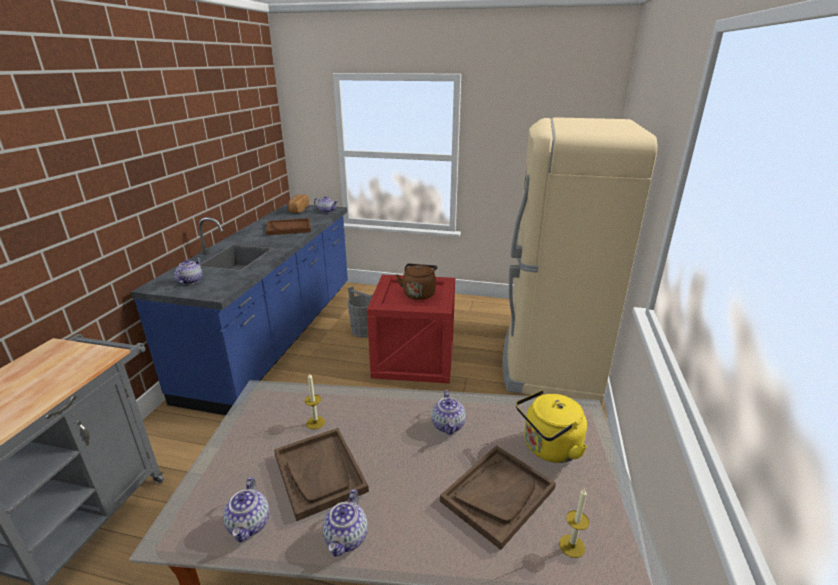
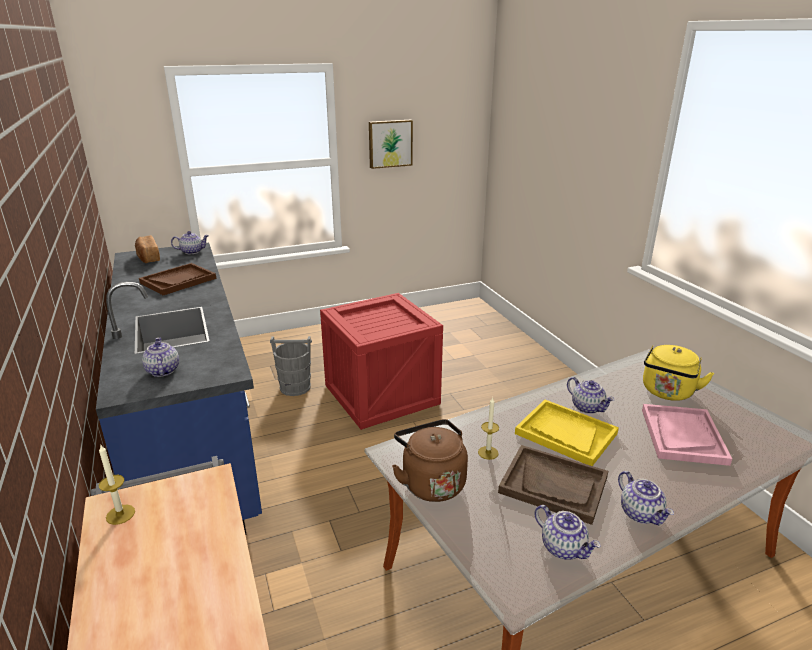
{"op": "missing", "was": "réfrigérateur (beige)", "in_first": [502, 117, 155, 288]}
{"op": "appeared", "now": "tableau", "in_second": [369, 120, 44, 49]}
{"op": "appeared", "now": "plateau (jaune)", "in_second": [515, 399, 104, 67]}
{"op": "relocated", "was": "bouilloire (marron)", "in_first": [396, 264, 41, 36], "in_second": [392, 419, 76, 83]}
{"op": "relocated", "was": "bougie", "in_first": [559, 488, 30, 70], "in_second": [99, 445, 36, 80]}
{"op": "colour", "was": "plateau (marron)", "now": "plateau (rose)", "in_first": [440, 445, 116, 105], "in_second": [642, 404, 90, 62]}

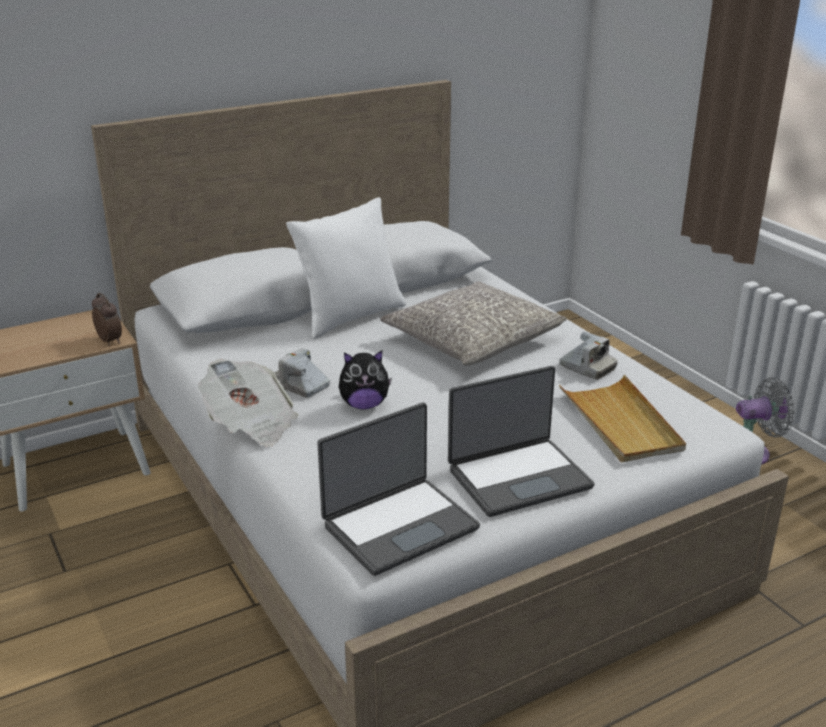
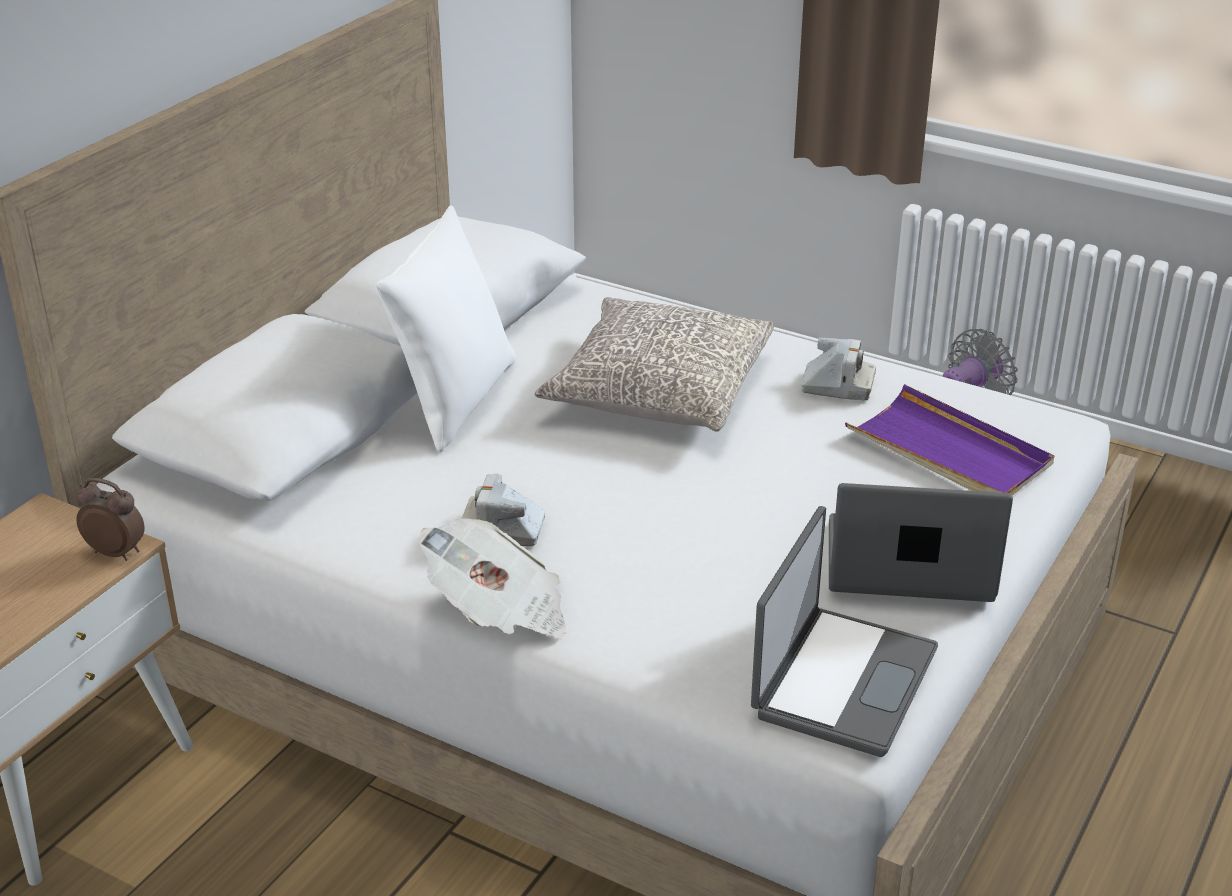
{"op": "missing", "was": "peluche", "in_first": [339, 350, 53, 60]}
{"op": "colour", "was": "plateau (beige)", "now": "plateau (violet)", "in_first": [559, 375, 127, 87], "in_second": [845, 384, 209, 111]}
{"op": "spun", "was": "ordinateur portable", "in_first": [448, 366, 146, 151], "in_second": [829, 483, 184, 119], "clockwise": -120}

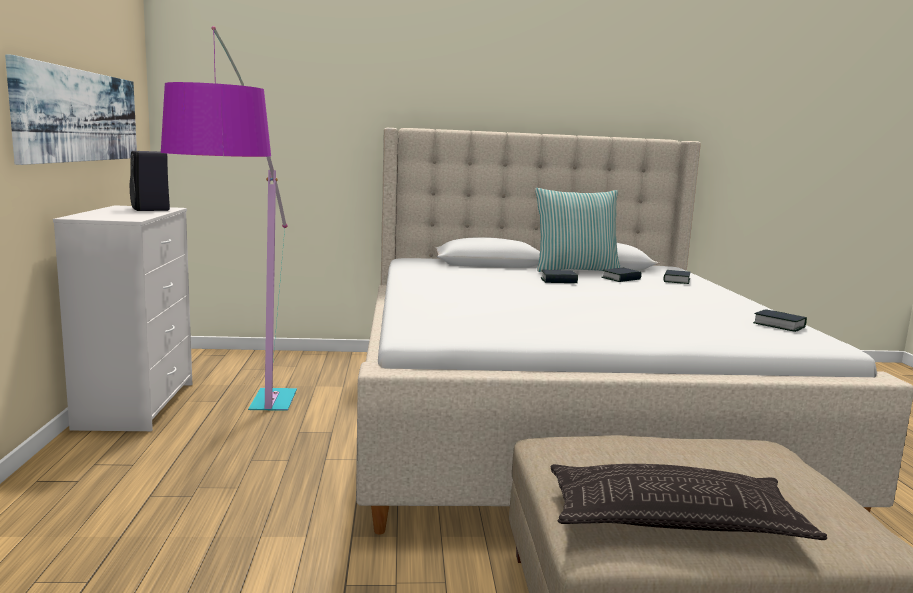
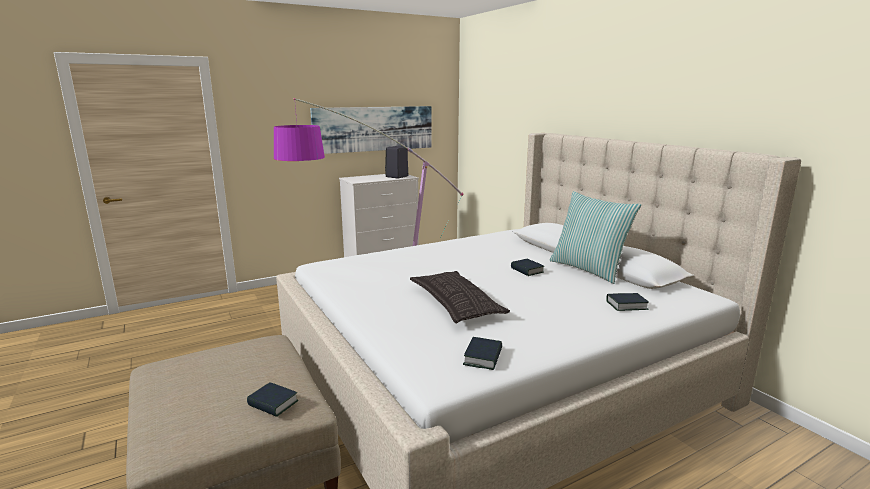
{"op": "relocated", "was": "coussin", "in_first": [550, 464, 277, 76], "in_second": [410, 271, 100, 52]}
{"op": "relocated", "was": "livre", "in_first": [601, 268, 40, 14], "in_second": [247, 382, 51, 35]}

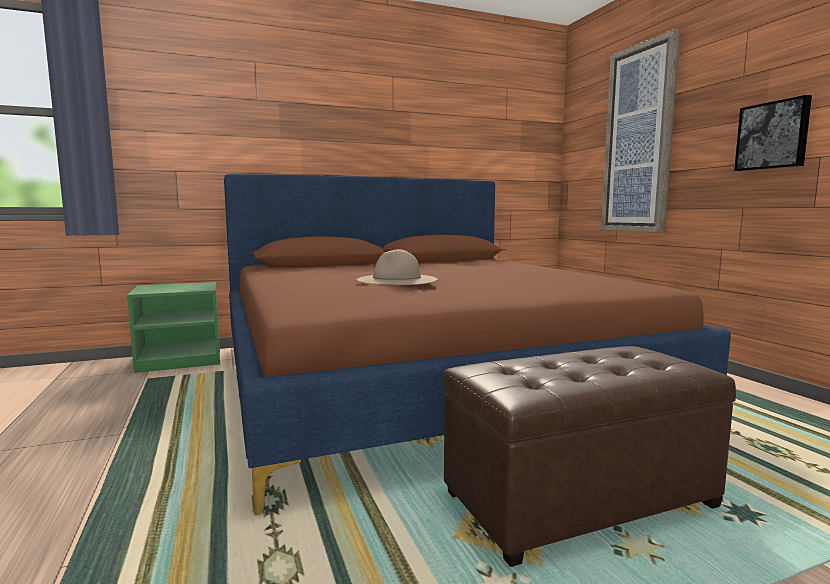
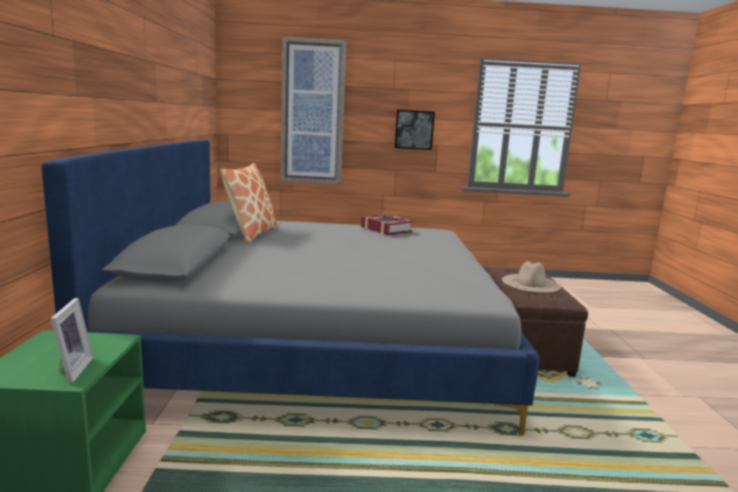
{"op": "appeared", "now": "cadre photo", "in_second": [50, 298, 44, 86]}
{"op": "appeared", "now": "coussin", "in_second": [220, 163, 58, 81]}
{"op": "appeared", "now": "livre", "in_second": [361, 214, 52, 21]}
{"op": "relocated", "was": "chapeau (beige)", "in_first": [356, 249, 81, 36], "in_second": [502, 261, 59, 32]}
{"op": "colour", "was": "lit (marron)", "now": "lit (gris)", "in_first": [224, 174, 507, 341], "in_second": [41, 140, 499, 296]}

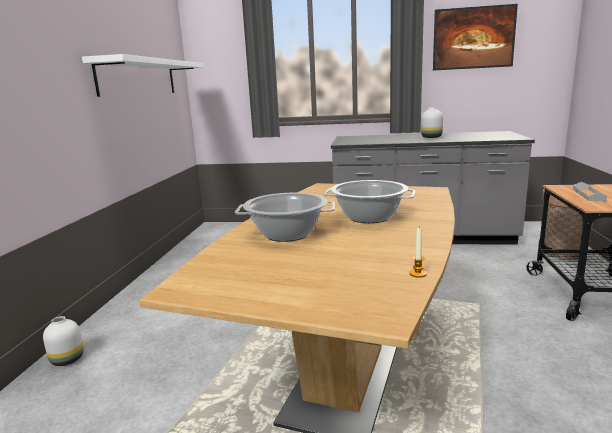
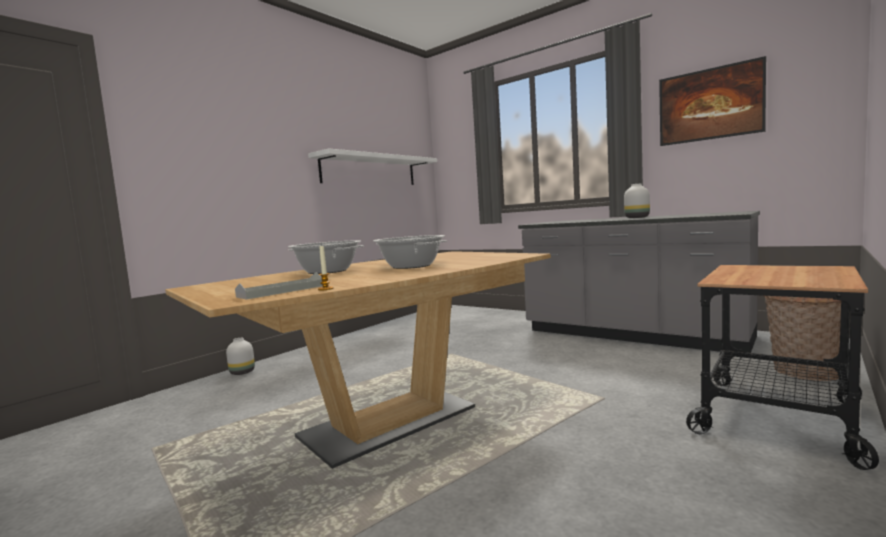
{"op": "relocated", "was": "plateau (gris)", "in_first": [573, 182, 34, 19], "in_second": [235, 272, 87, 28]}

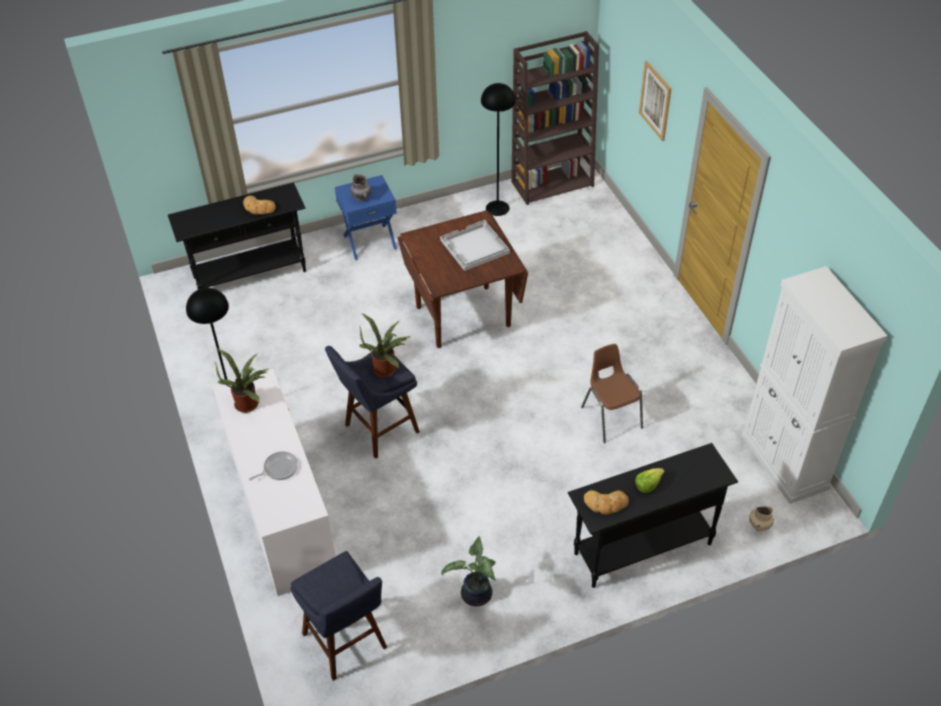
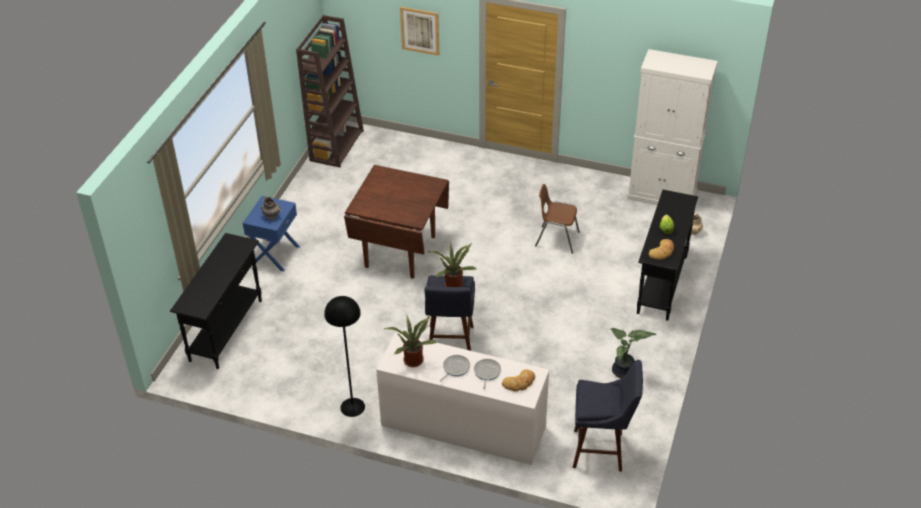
{"op": "missing", "was": "plateau (blanc)", "in_first": [440, 220, 70, 51]}
{"op": "missing", "was": "lampadaire (noir)", "in_first": [481, 83, 35, 133]}
{"op": "appeared", "now": "poêle", "in_second": [440, 355, 30, 27]}
{"op": "relocated", "was": "pain", "in_first": [243, 196, 33, 18], "in_second": [502, 369, 33, 23]}

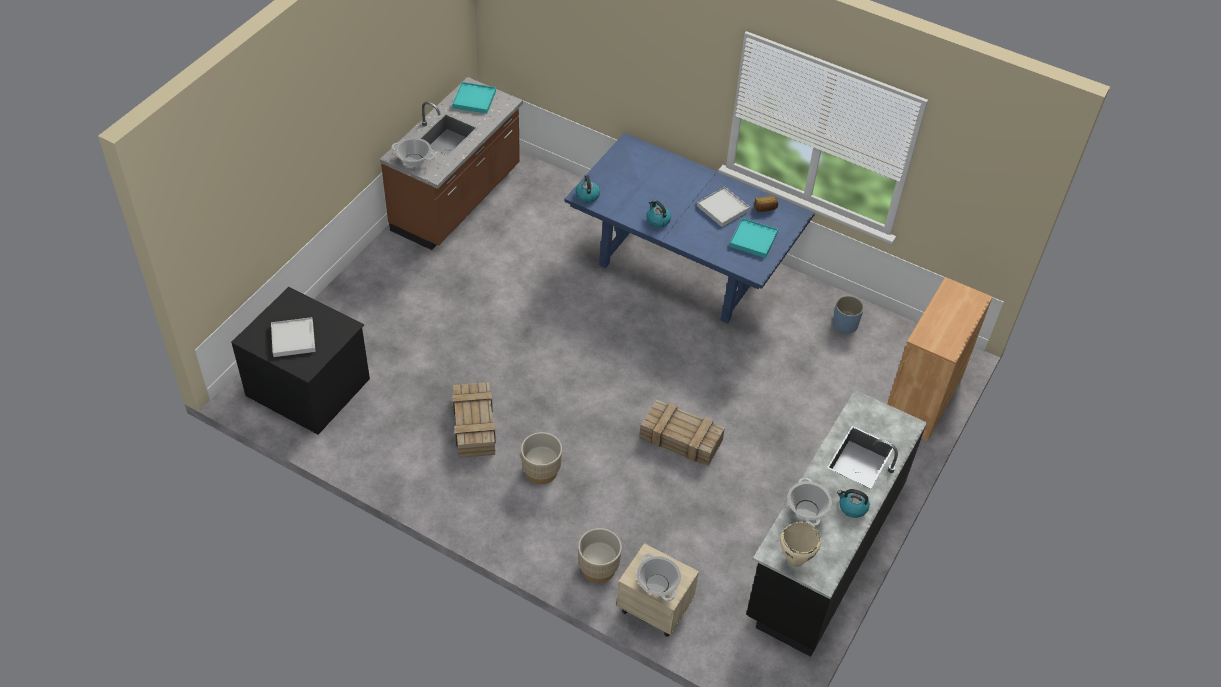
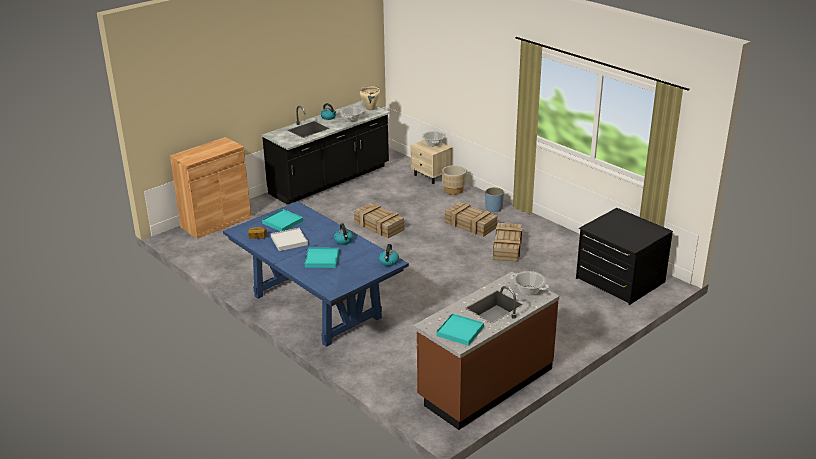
{"op": "missing", "was": "plateau (blanc)", "in_first": [271, 317, 45, 40]}
{"op": "appeared", "now": "plateau (turquoise)", "in_second": [305, 248, 34, 20]}
{"op": "relocated", "was": "cache-pot (bleu)", "in_first": [833, 296, 31, 38], "in_second": [485, 187, 19, 25]}
{"op": "exchanged", "was": "cache-pot (beige)", "now": "caisse", "in_first": [521, 432, 41, 52], "in_second": [445, 202, 52, 35]}

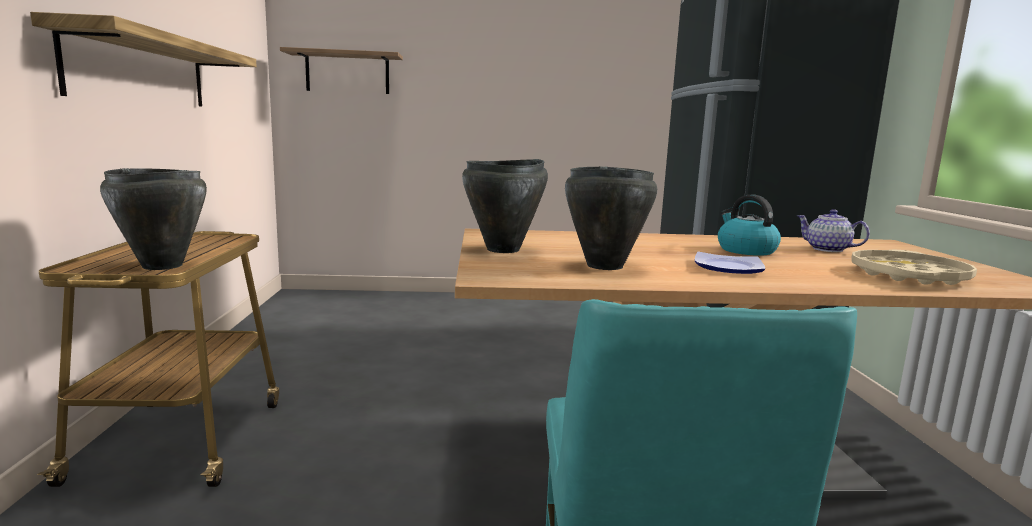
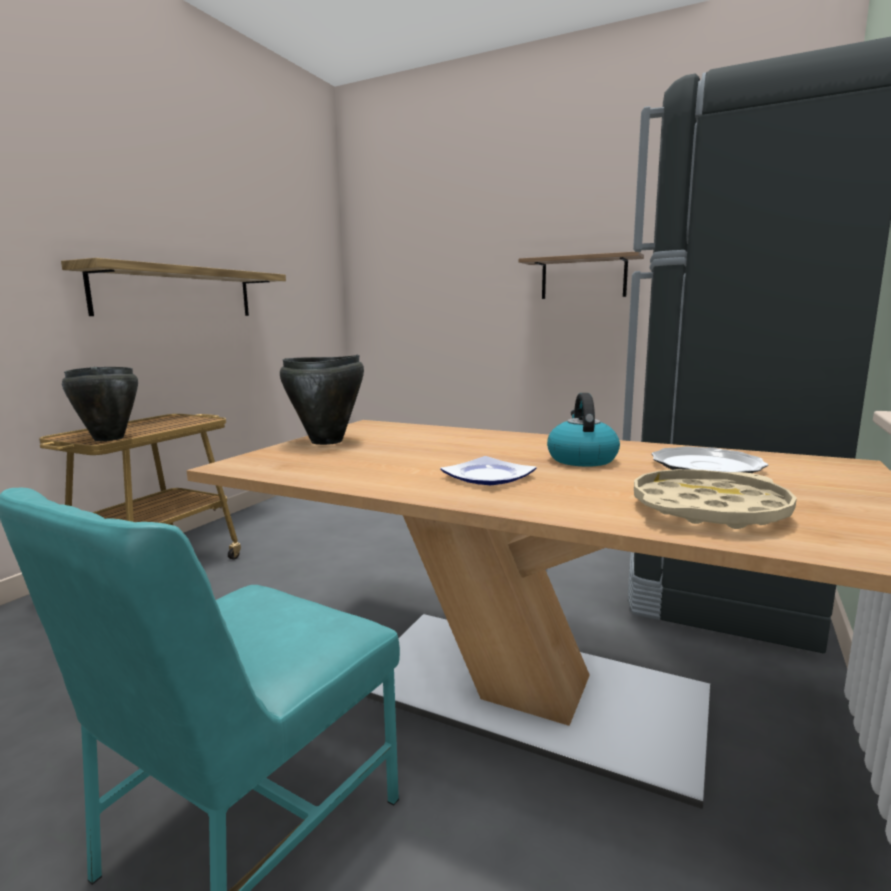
{"op": "missing", "was": "marmite (noir)", "in_first": [565, 166, 92, 104]}
{"op": "relocated", "was": "étagère", "in_first": [280, 47, 123, 47], "in_second": [519, 251, 125, 48]}
{"op": "exchanged", "was": "théière", "now": "assiette", "in_first": [797, 209, 73, 43], "in_second": [651, 447, 117, 26]}

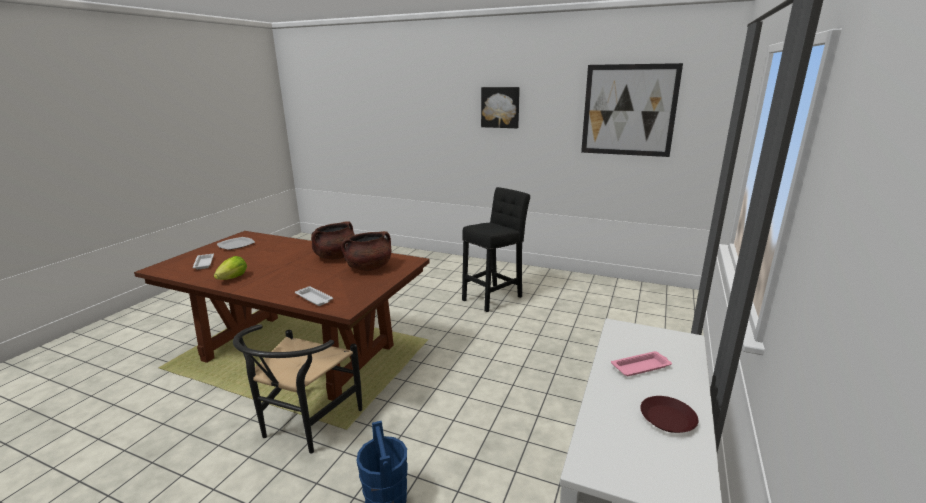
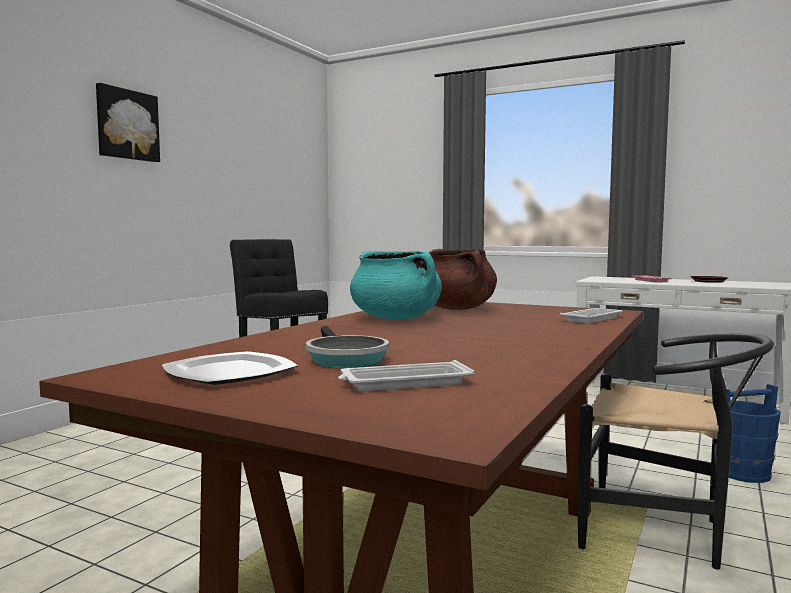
{"op": "missing", "was": "laitue", "in_first": [214, 256, 33, 24]}
{"op": "missing", "was": "tableau", "in_first": [581, 63, 102, 94]}
{"op": "appeared", "now": "poêle", "in_second": [306, 326, 83, 42]}
{"op": "colour", "was": "marmite (marron)", "now": "marmite (turquoise)", "in_first": [311, 221, 44, 38], "in_second": [350, 251, 92, 69]}

